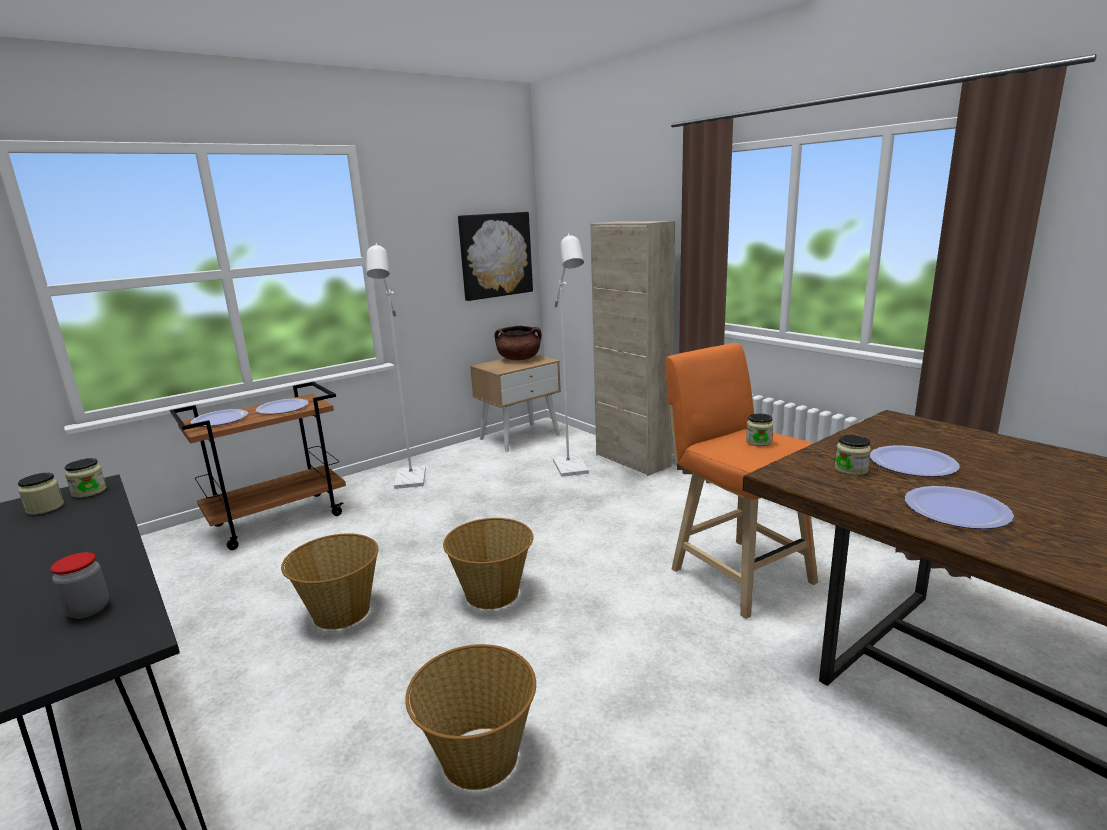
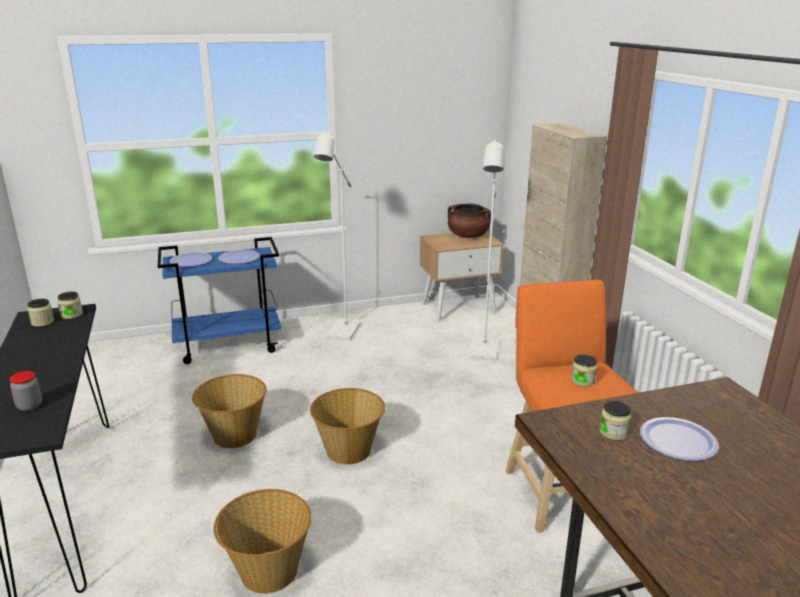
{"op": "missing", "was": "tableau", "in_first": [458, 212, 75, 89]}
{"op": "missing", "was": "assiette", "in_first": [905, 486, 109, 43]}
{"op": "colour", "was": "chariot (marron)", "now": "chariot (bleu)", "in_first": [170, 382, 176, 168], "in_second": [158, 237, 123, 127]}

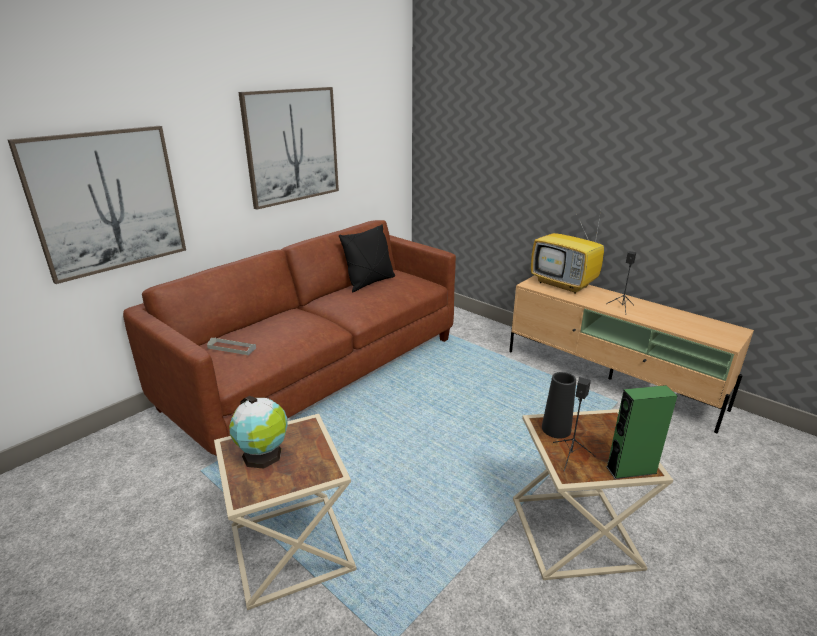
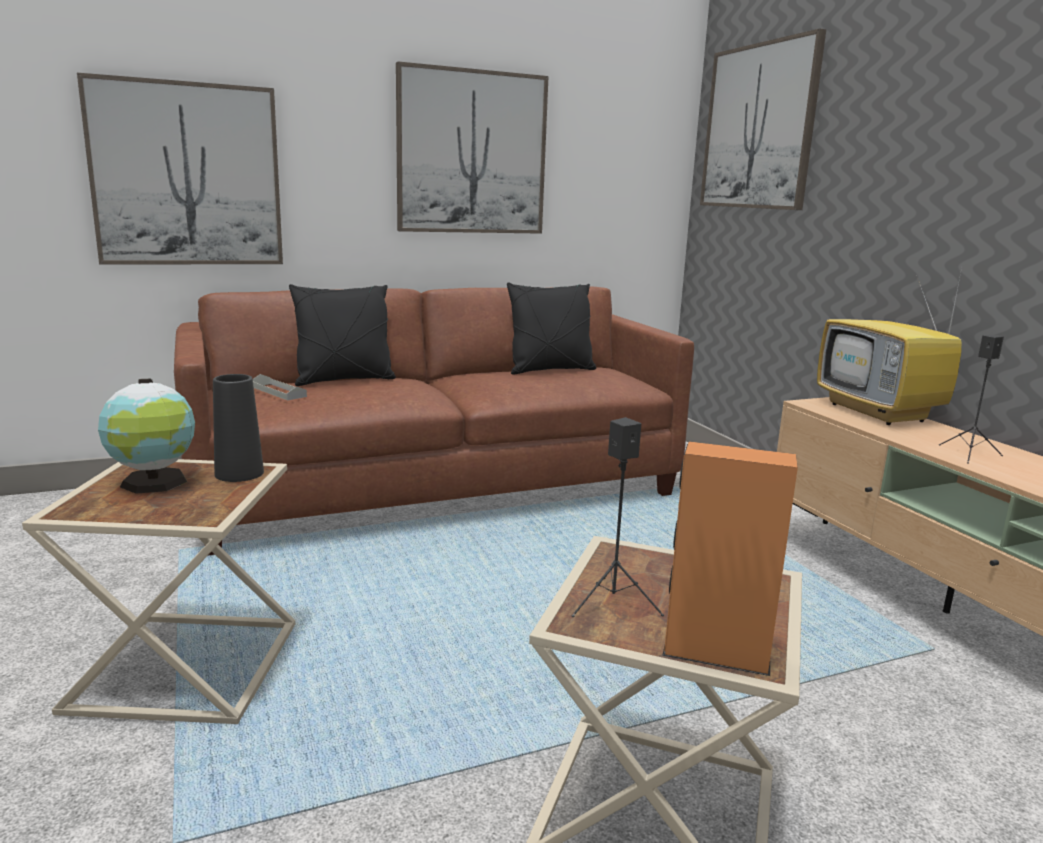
{"op": "appeared", "now": "coussin (noir)", "in_second": [289, 284, 107, 102]}
{"op": "appeared", "now": "tableau", "in_second": [700, 28, 126, 182]}
{"op": "relocated", "was": "vase (noir)", "in_first": [542, 372, 34, 67], "in_second": [213, 374, 51, 108]}
{"op": "colour", "was": "enceinte (vert)", "now": "enceinte (orange)", "in_first": [606, 385, 71, 94], "in_second": [662, 441, 136, 235]}

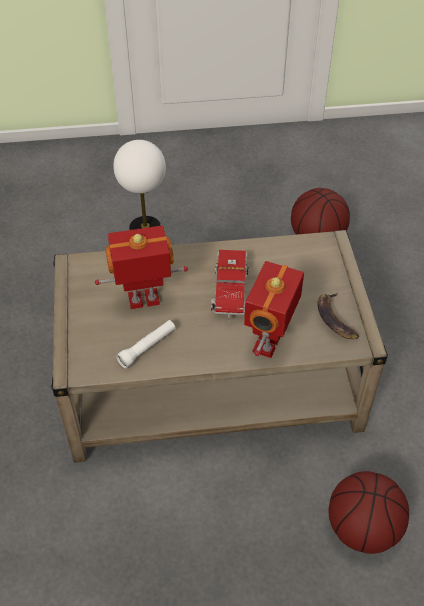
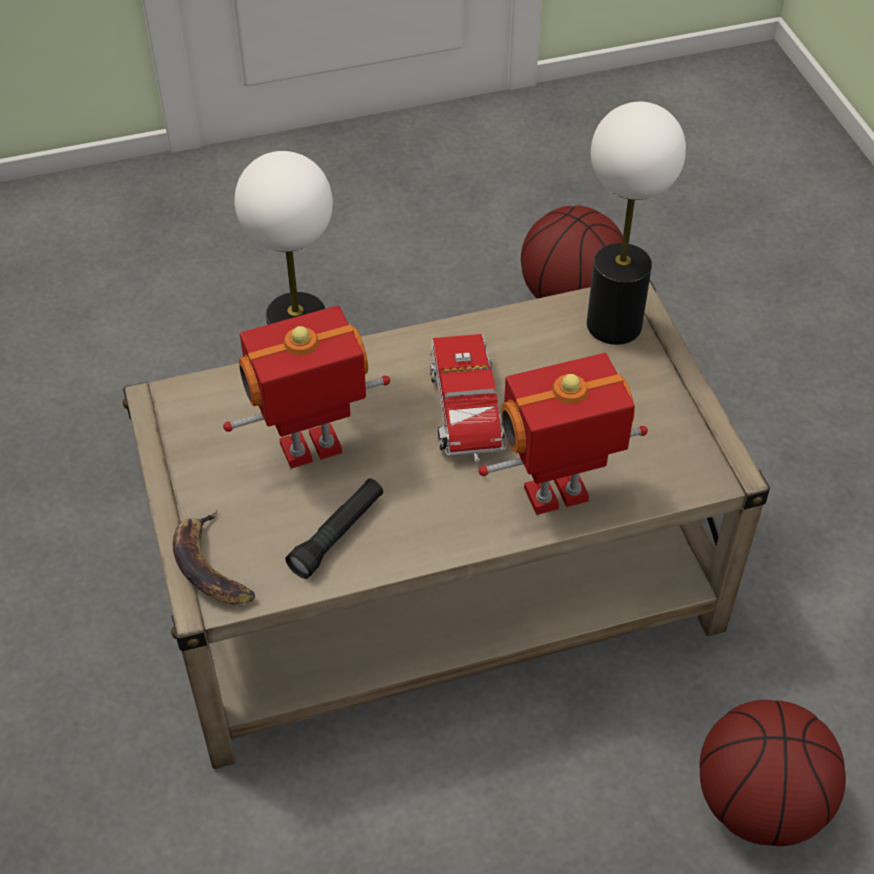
{"op": "appeared", "now": "lampe de table", "in_second": [587, 102, 99, 243]}
{"op": "relocated", "was": "banane", "in_first": [318, 293, 41, 46], "in_second": [173, 511, 82, 93]}
{"op": "colour", "was": "lampe de poche (blanc)", "now": "lampe de poche (noir)", "in_first": [116, 320, 59, 48], "in_second": [285, 479, 98, 100]}
{"op": "spun", "was": "robot jouet", "in_first": [244, 261, 60, 97], "in_second": [478, 353, 170, 162], "clockwise": 60}

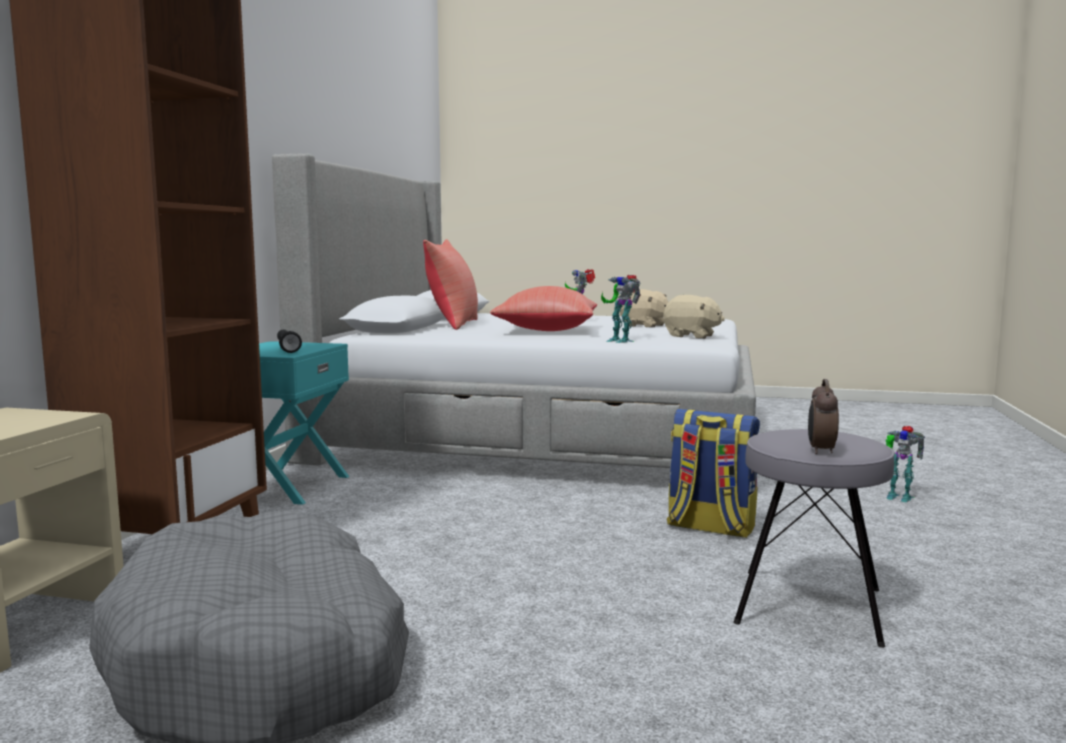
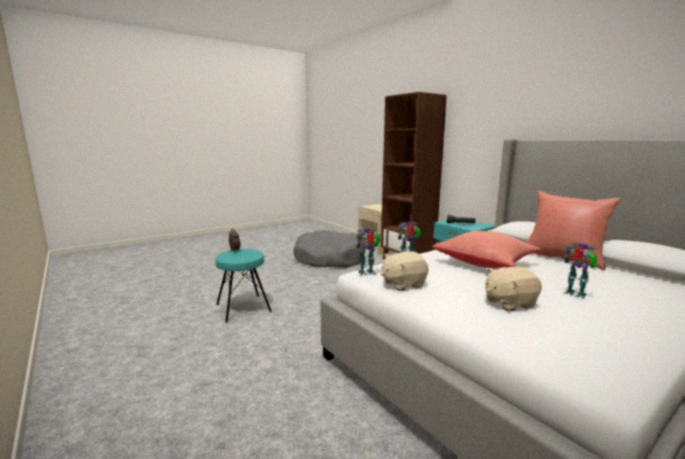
{"op": "missing", "was": "sac à dos", "in_first": [667, 409, 93, 129]}
{"op": "relocated", "was": "robot jouet", "in_first": [886, 426, 39, 76], "in_second": [356, 228, 25, 47]}
{"op": "colour", "was": "tabouret (gris)", "now": "tabouret (turquoise)", "in_first": [733, 429, 162, 219], "in_second": [215, 249, 57, 74]}

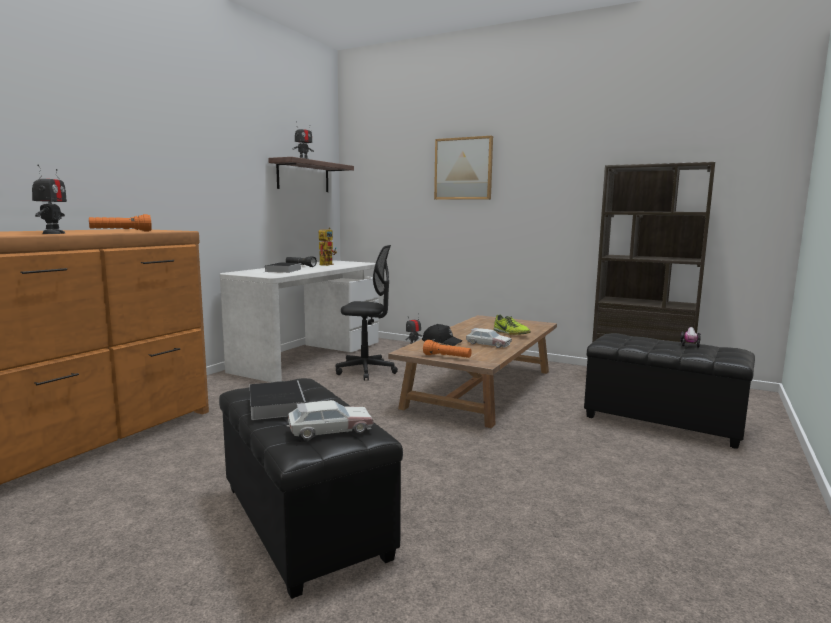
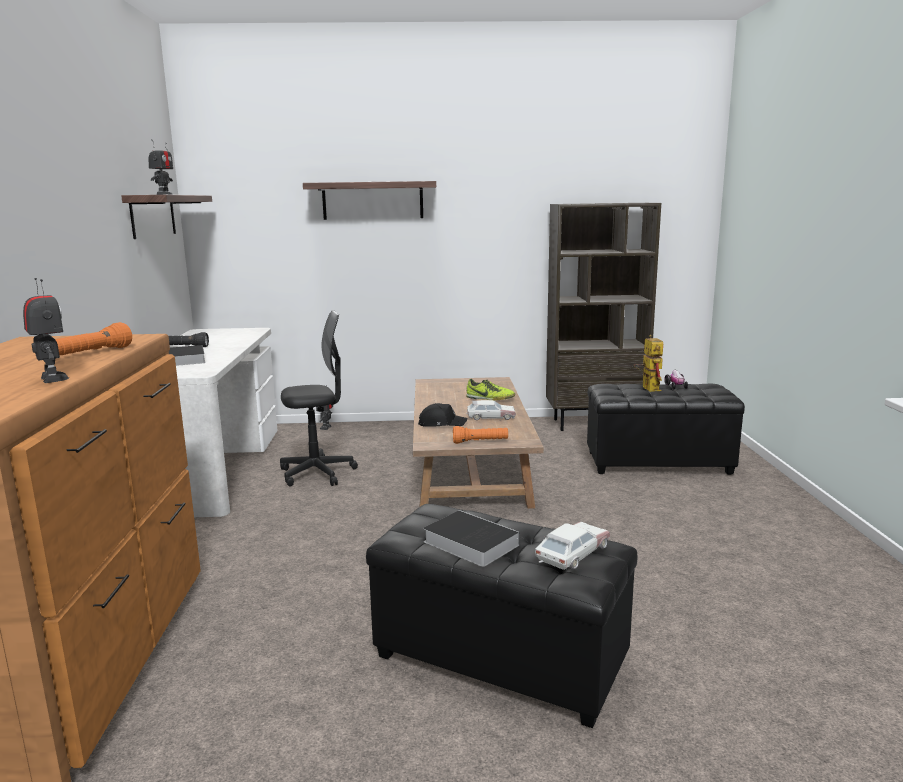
{"op": "relocated", "was": "robot jouet", "in_first": [319, 228, 18, 38], "in_second": [633, 335, 30, 57]}
{"op": "exchanged", "was": "tableau", "now": "étagère", "in_first": [434, 136, 59, 64], "in_second": [303, 181, 133, 39]}

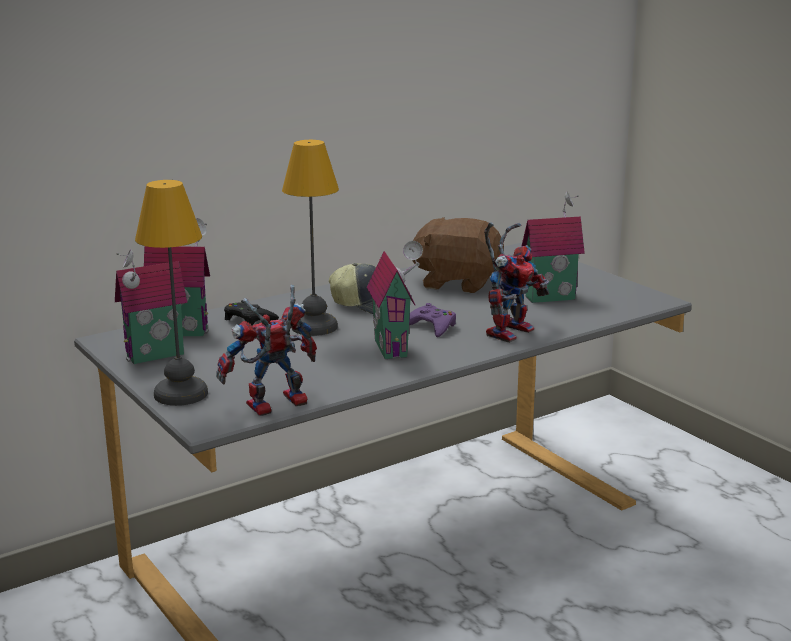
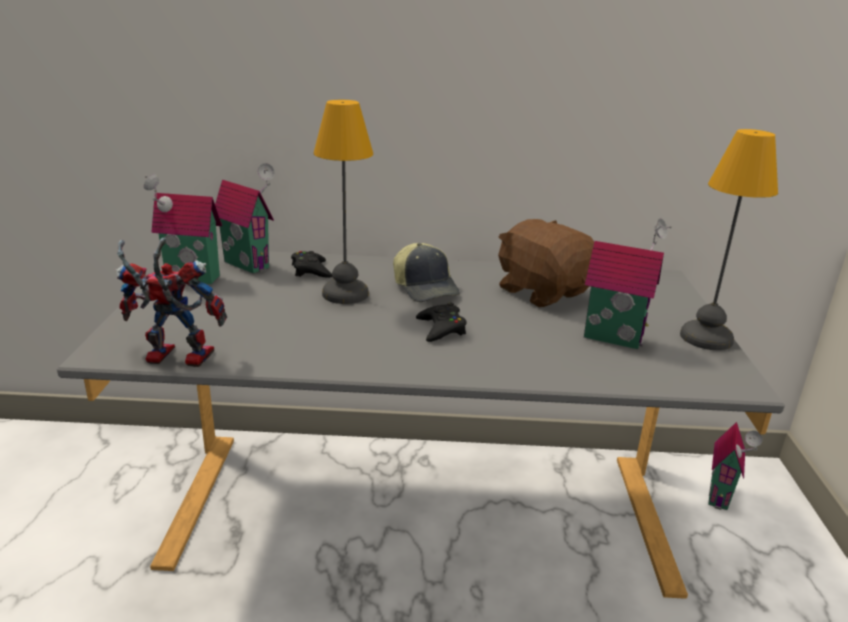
{"op": "missing", "was": "robot jouet", "in_first": [484, 222, 65, 121]}
{"op": "relocated", "was": "lampe de table", "in_first": [135, 180, 73, 226], "in_second": [680, 129, 98, 221]}
{"op": "relocated", "was": "maison miniature", "in_first": [367, 241, 56, 119], "in_second": [708, 422, 55, 88]}
{"op": "colour", "was": "manette (violet)", "now": "manette (noir)", "in_first": [409, 303, 47, 34], "in_second": [416, 303, 50, 39]}

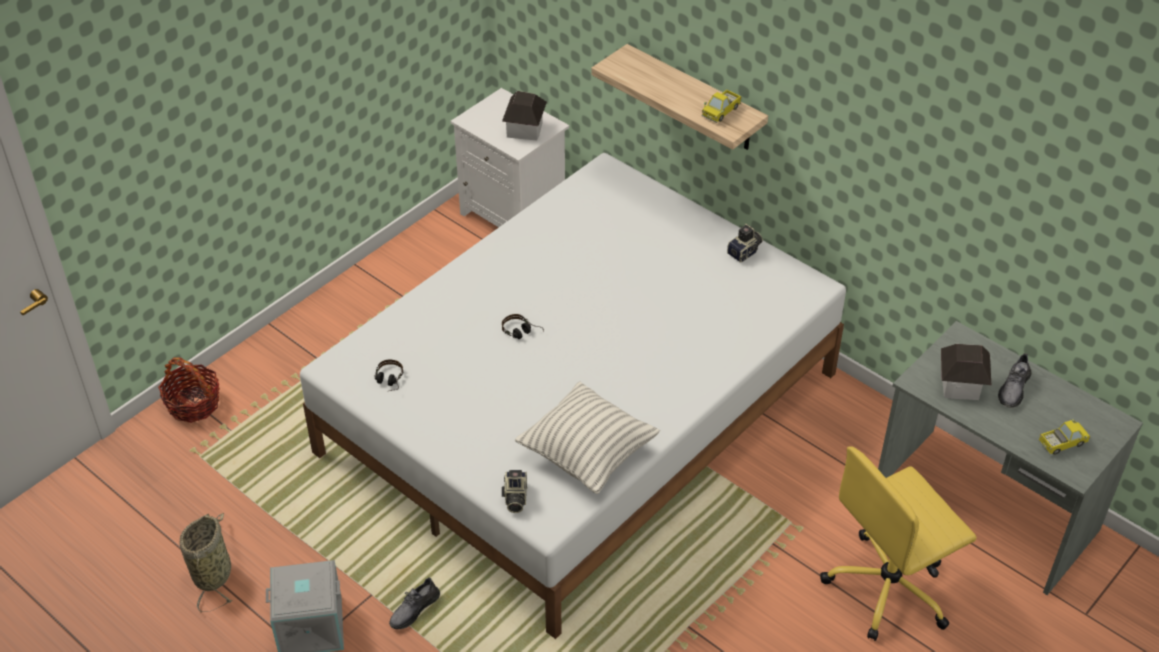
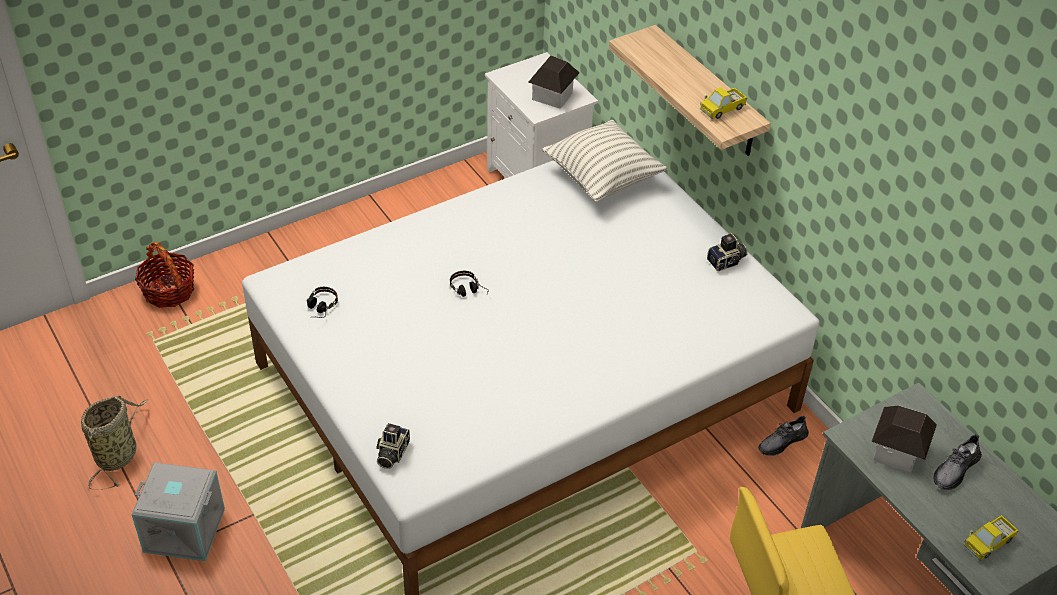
{"op": "relocated", "was": "chaussure (gris)", "in_first": [389, 577, 51, 52], "in_second": [758, 415, 51, 41]}
{"op": "relocated", "was": "coussin", "in_first": [515, 382, 145, 112], "in_second": [542, 120, 125, 82]}
{"op": "spun", "was": "camion jouet", "in_first": [1038, 419, 52, 36], "in_second": [963, 515, 56, 46], "clockwise": 150}

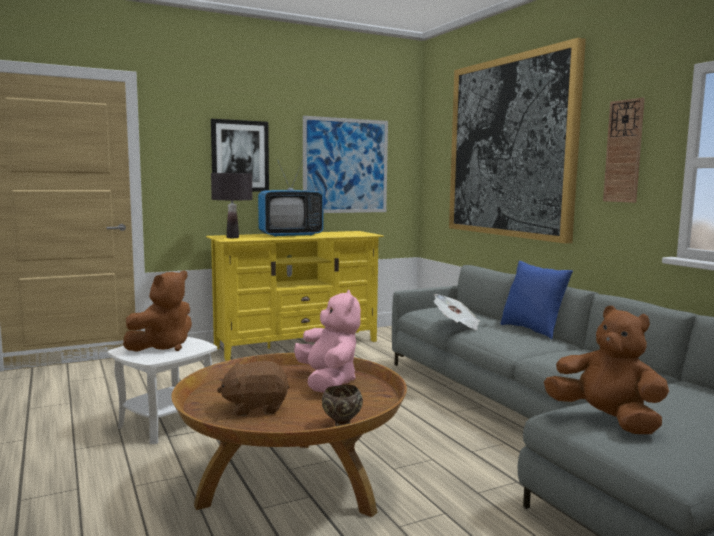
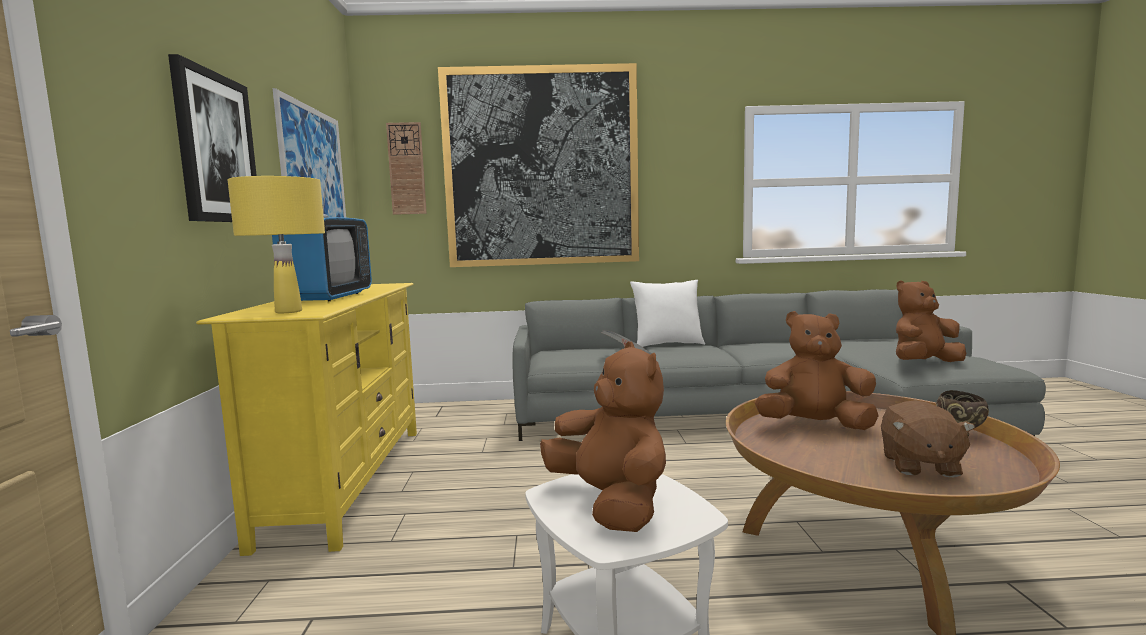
{"op": "relocated", "was": "horloge murale", "in_first": [603, 98, 42, 105], "in_second": [386, 122, 41, 93]}
{"op": "colour", "was": "lampe de table (noir)", "now": "lampe de table (jaune)", "in_first": [211, 173, 41, 65], "in_second": [227, 176, 98, 137]}
{"op": "colour", "was": "peluche (rose)", "now": "peluche (marron)", "in_first": [294, 290, 67, 103], "in_second": [755, 311, 124, 119]}
{"op": "colour", "was": "coussin (bleu)", "now": "coussin (blanc)", "in_first": [500, 261, 73, 79], "in_second": [630, 280, 75, 67]}

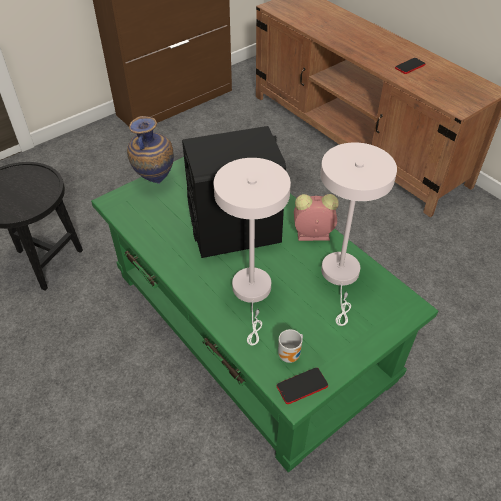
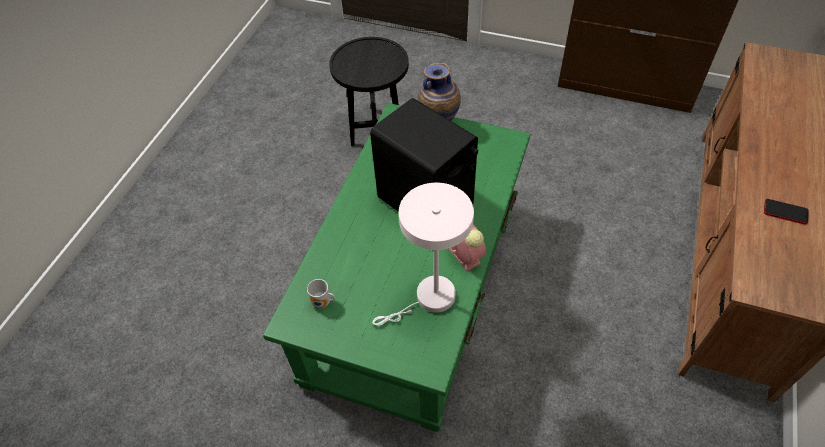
{"op": "missing", "was": "lampe de table (blanc)", "in_first": [214, 158, 77, 187]}
{"op": "missing", "was": "téléphone", "in_first": [277, 368, 51, 36]}

